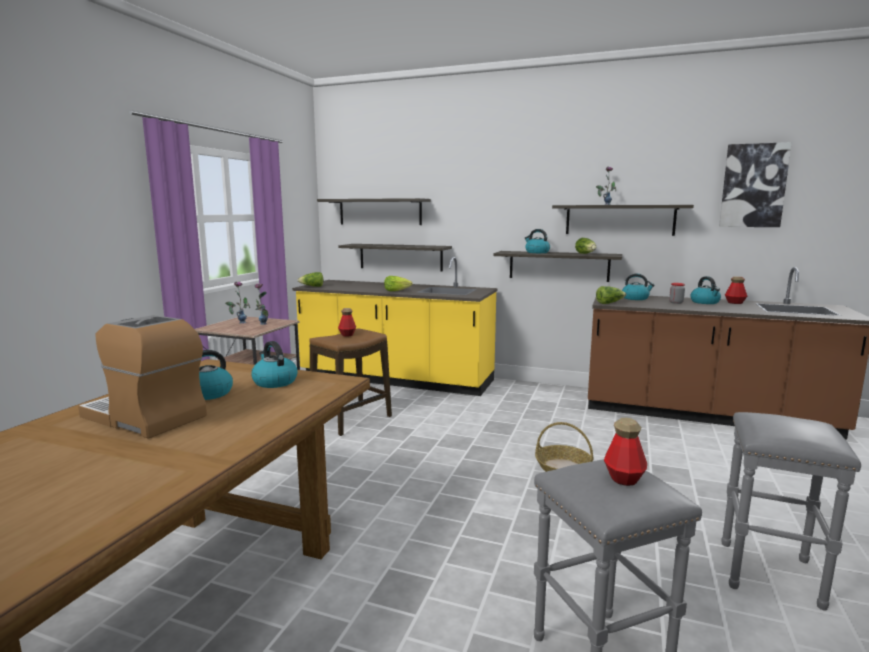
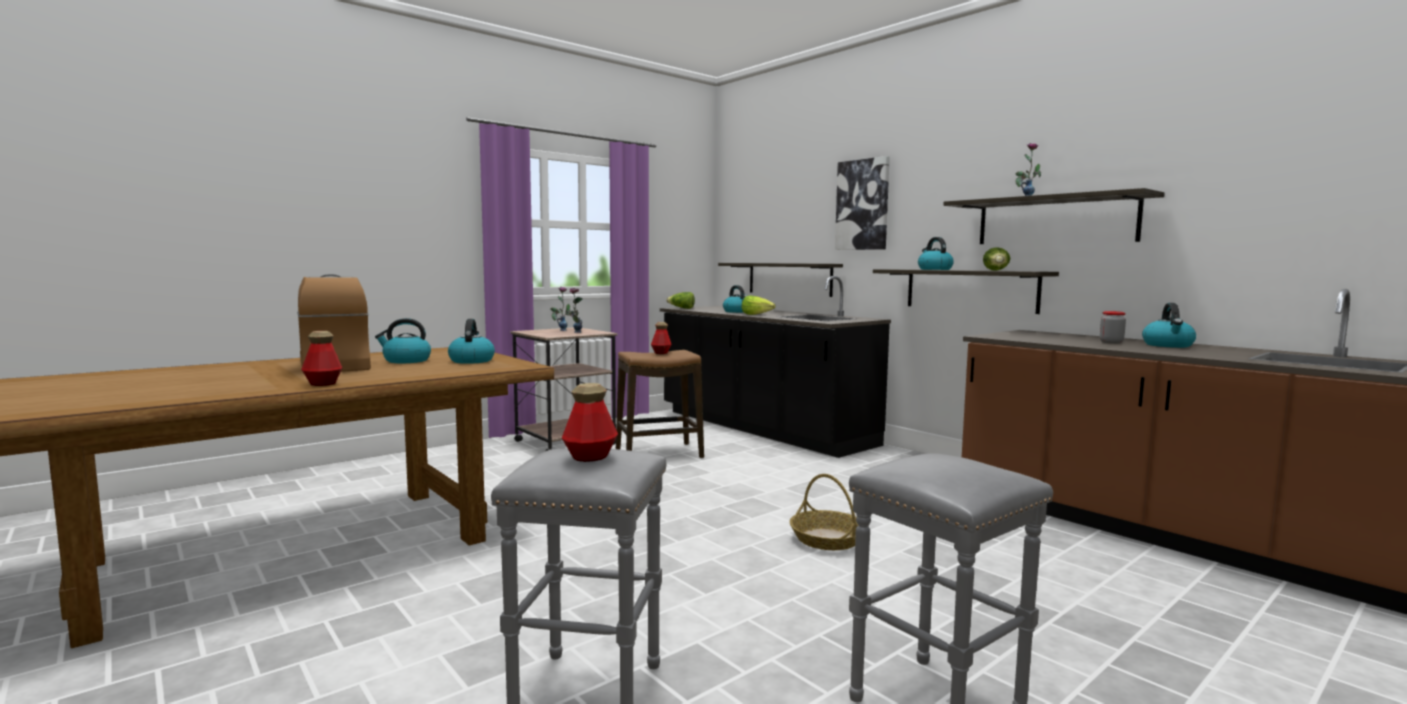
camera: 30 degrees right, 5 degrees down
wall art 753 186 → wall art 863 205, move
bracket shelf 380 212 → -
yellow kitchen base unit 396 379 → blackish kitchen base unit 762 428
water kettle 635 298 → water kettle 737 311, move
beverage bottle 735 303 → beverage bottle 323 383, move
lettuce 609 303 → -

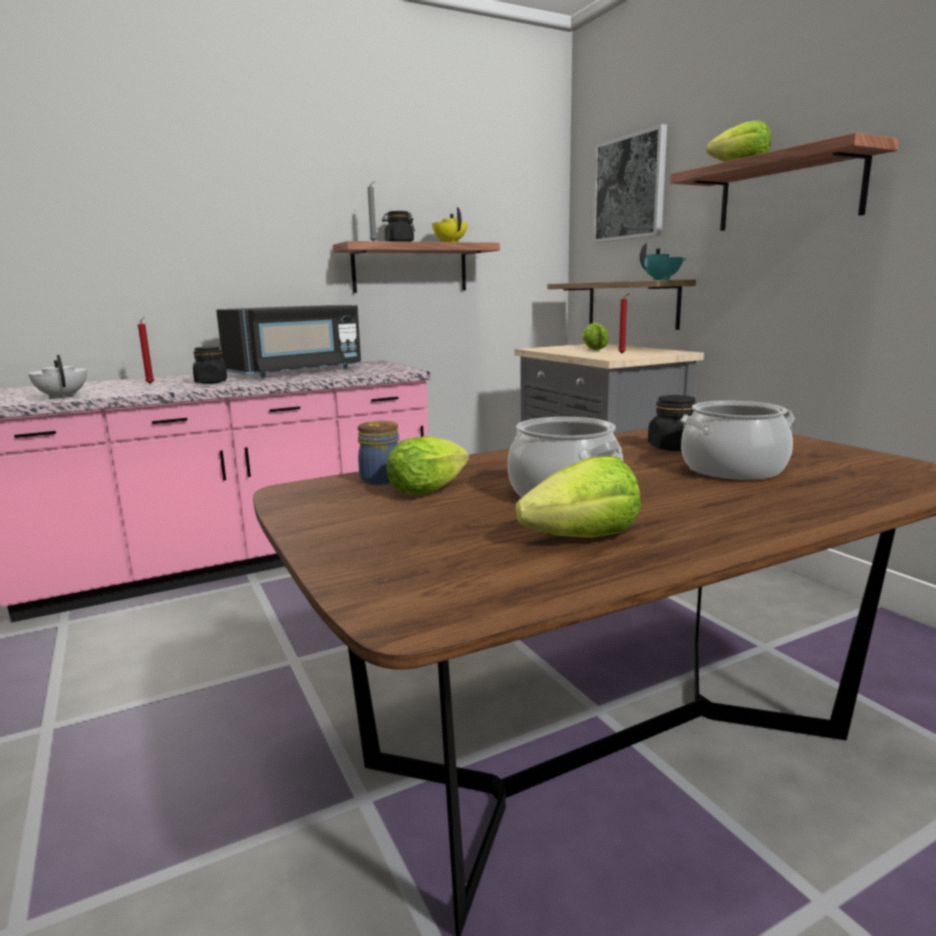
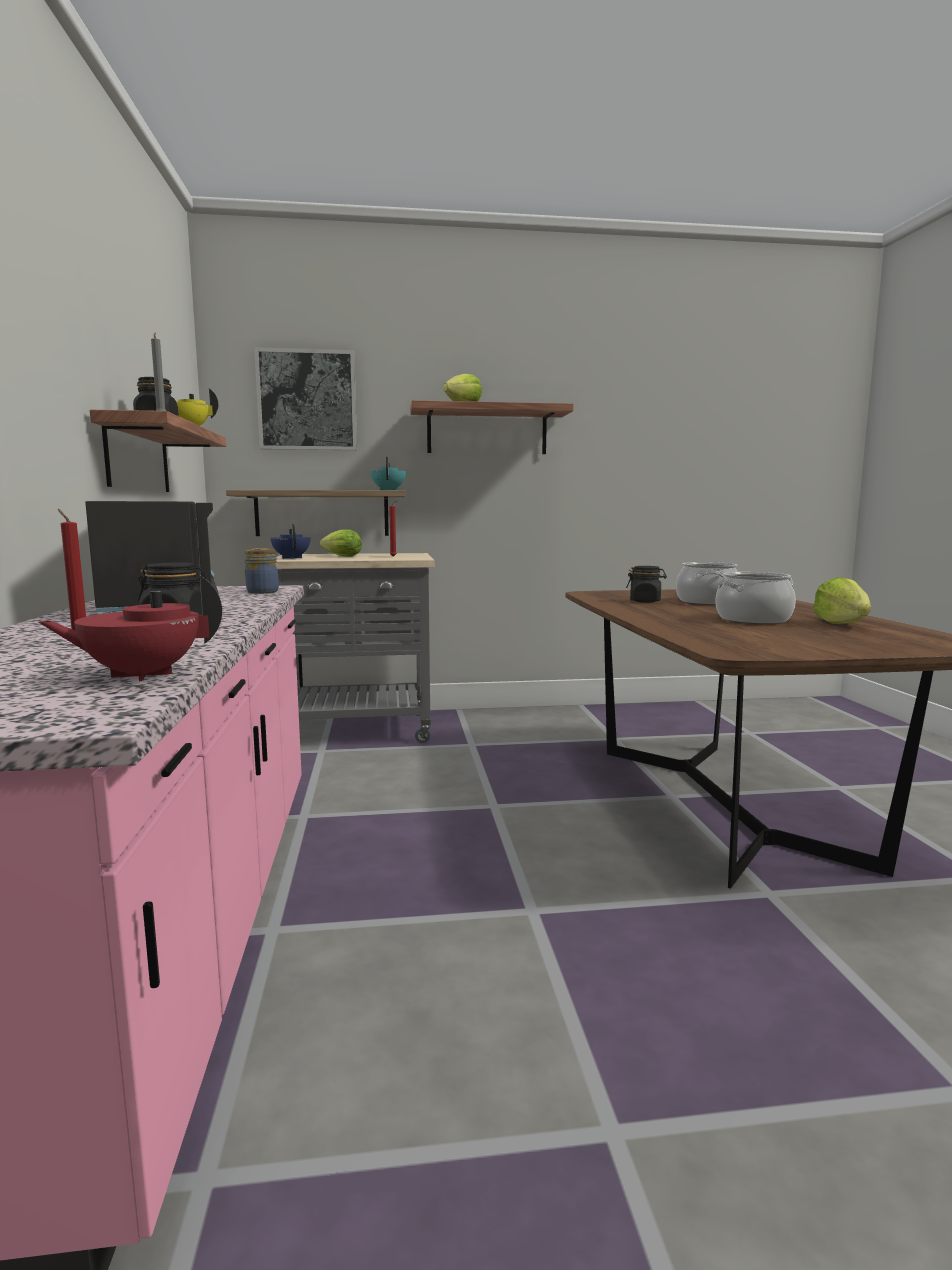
camera: 70 degrees left, 5 degrees down
white pot for tea 63 397 → red pot for tea 141 675
jar 381 479 → jar 261 592, move
lettuce 431 489 → -
- → blue-coloured pot for tea 291 558

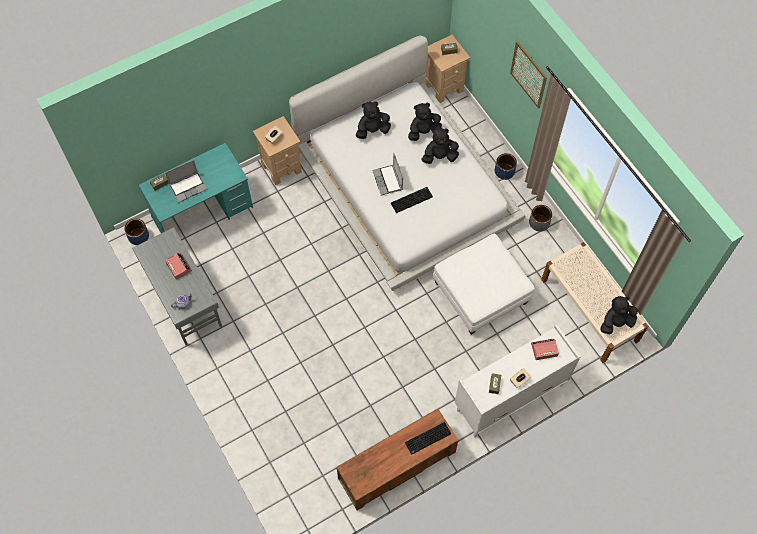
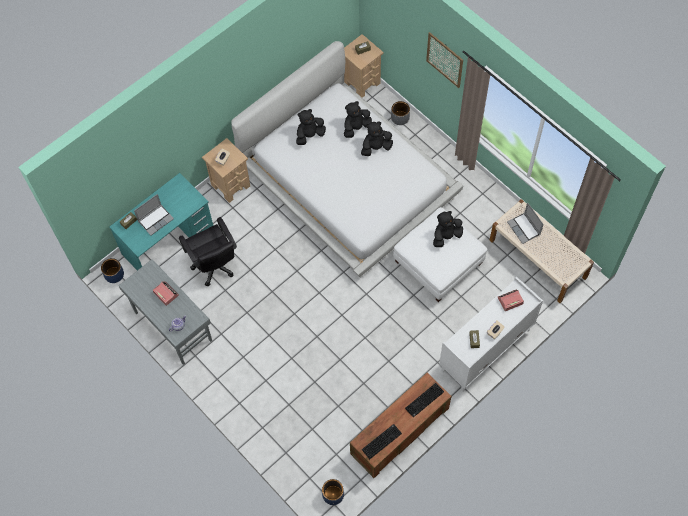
camera: 10 degrees left, 0 degrees up
notebook computer 388 181 → notebook computer 524 228, move
blue-coloured plant pot 504 171 → blue-coloured plant pot 333 494, move
computer keyboard 411 199 → computer keyboard 381 441, move
greyish plant pot 539 222 → greyish plant pot 400 118, move
blackish plush toy 616 322 → blackish plush toy 446 236, move
- → blackish computer chair 215 268

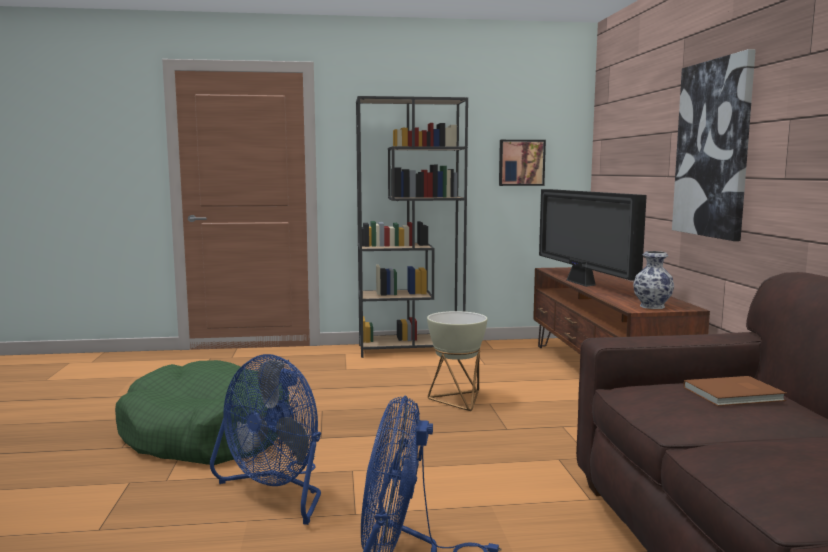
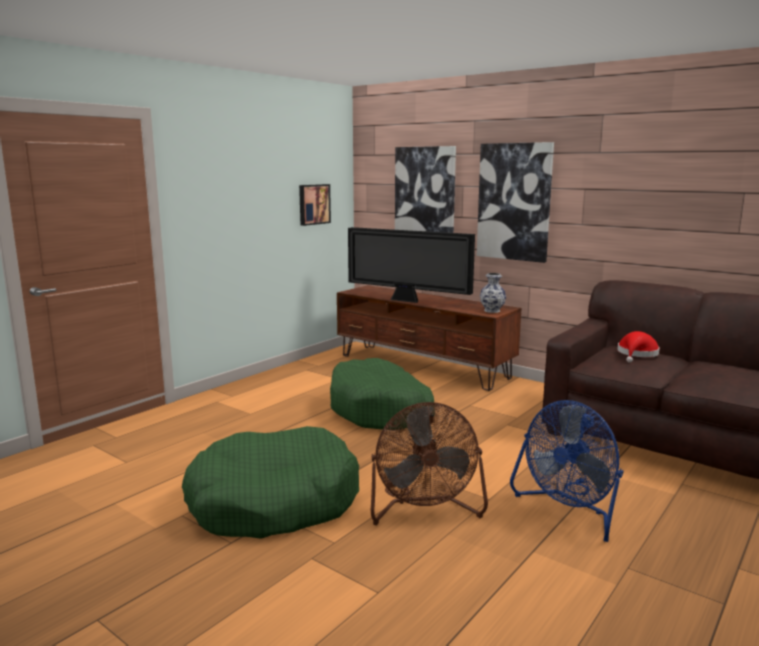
camera: 45 degrees left, 5 degrees up
bookshelf 411 349 → -
plant pot 456 400 → greenish pet bed 380 410
blue-coloured fan 279 490 → brown fan 420 509
brown book 735 394 → red clothing hat 637 354
- → wall art 425 200

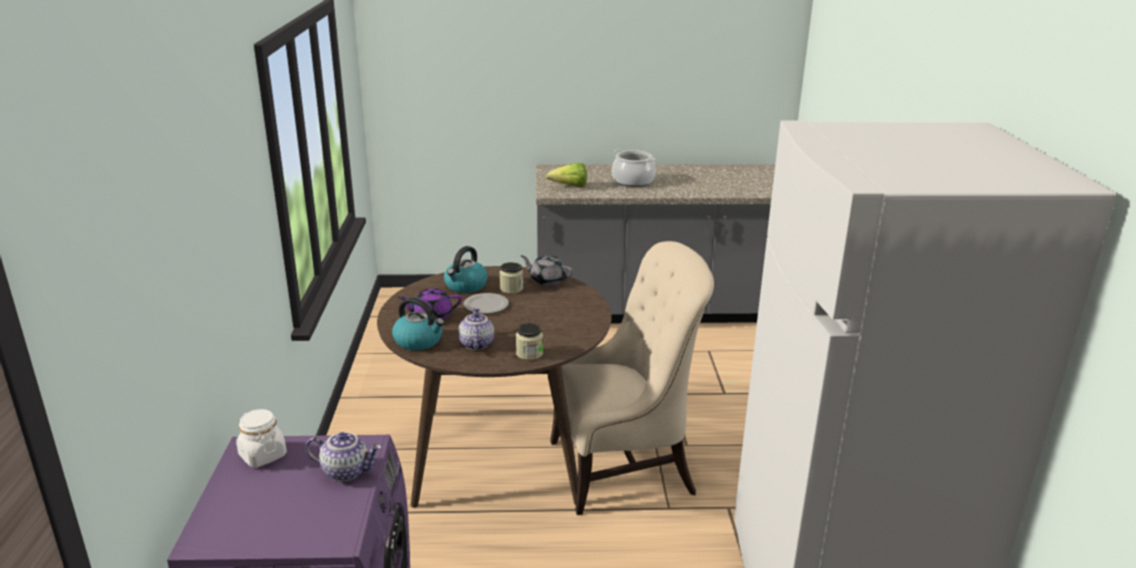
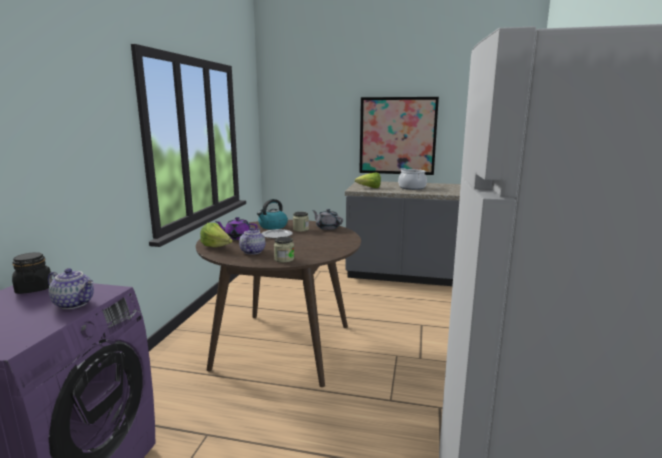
camera: 15 degrees right, 10 degrees down
beige plain chair 623 467 → -
water kettle 419 341 → lettuce 217 247
white jar 262 455 → blackish jar 34 288
- → wall art 397 136

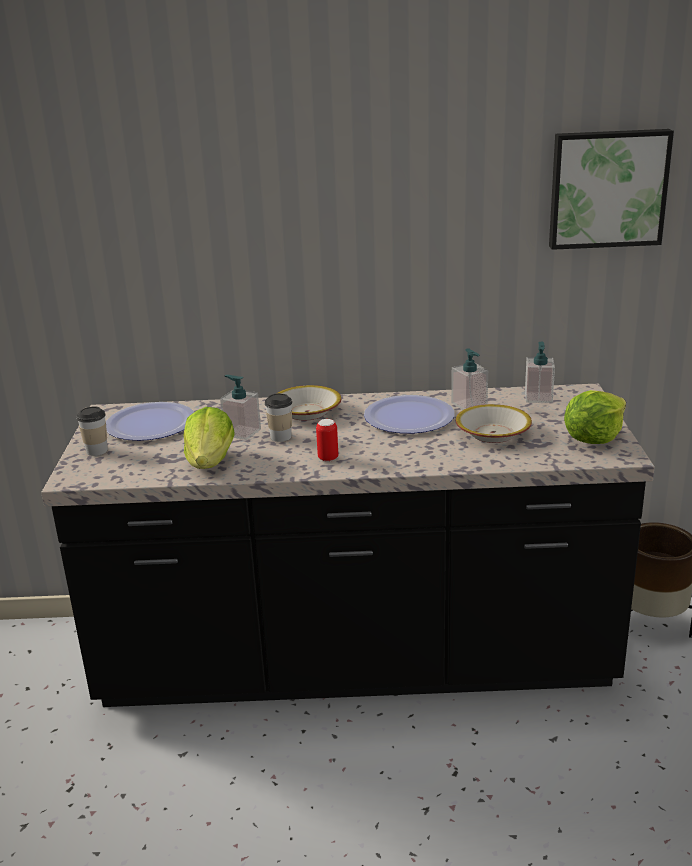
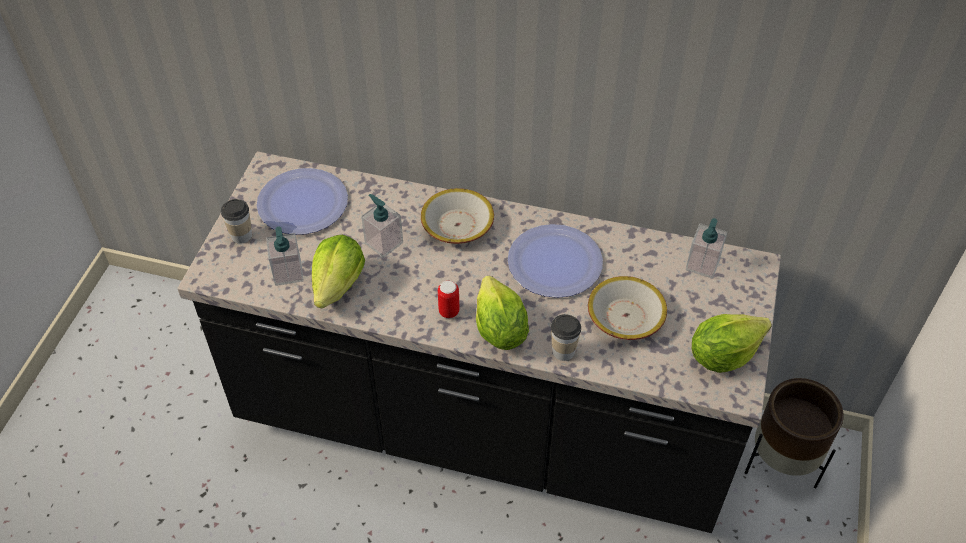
camera: 15 degrees right, 25 degrees up
wall art 607 188 → -
soap dispenser 469 404 → soap dispenser 288 273, move
cup 281 437 → cup 563 351, move
- → lettuce 499 330

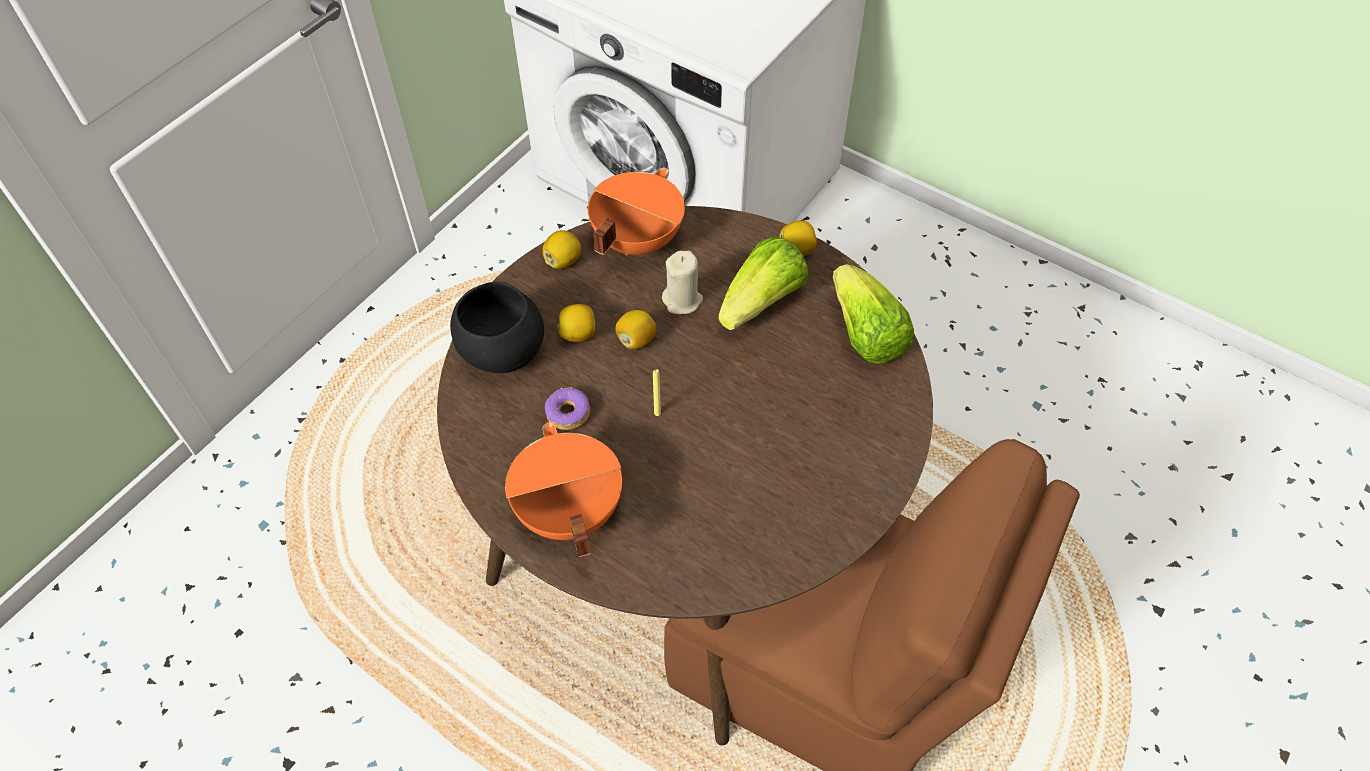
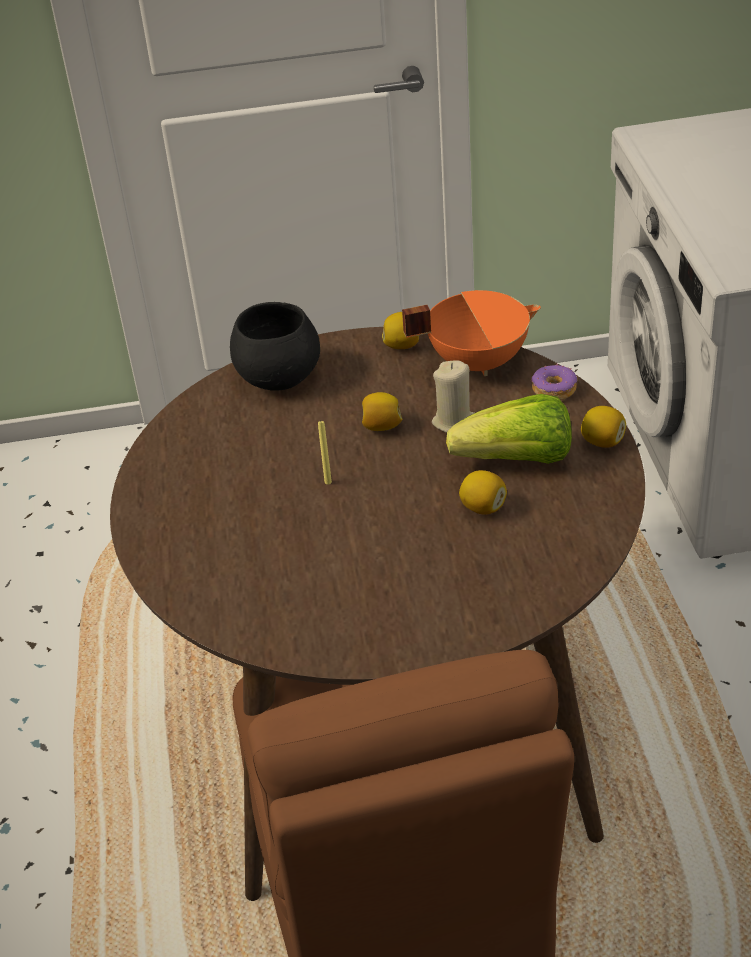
camera: 50 degrees right, 15 degrees down
lettuce 865 334 → -
lemon 578 334 → lemon 483 507, move
ring doughnut 567 413 → ring doughnut 553 389, move
orange-coloured cooking pot 567 511 → -

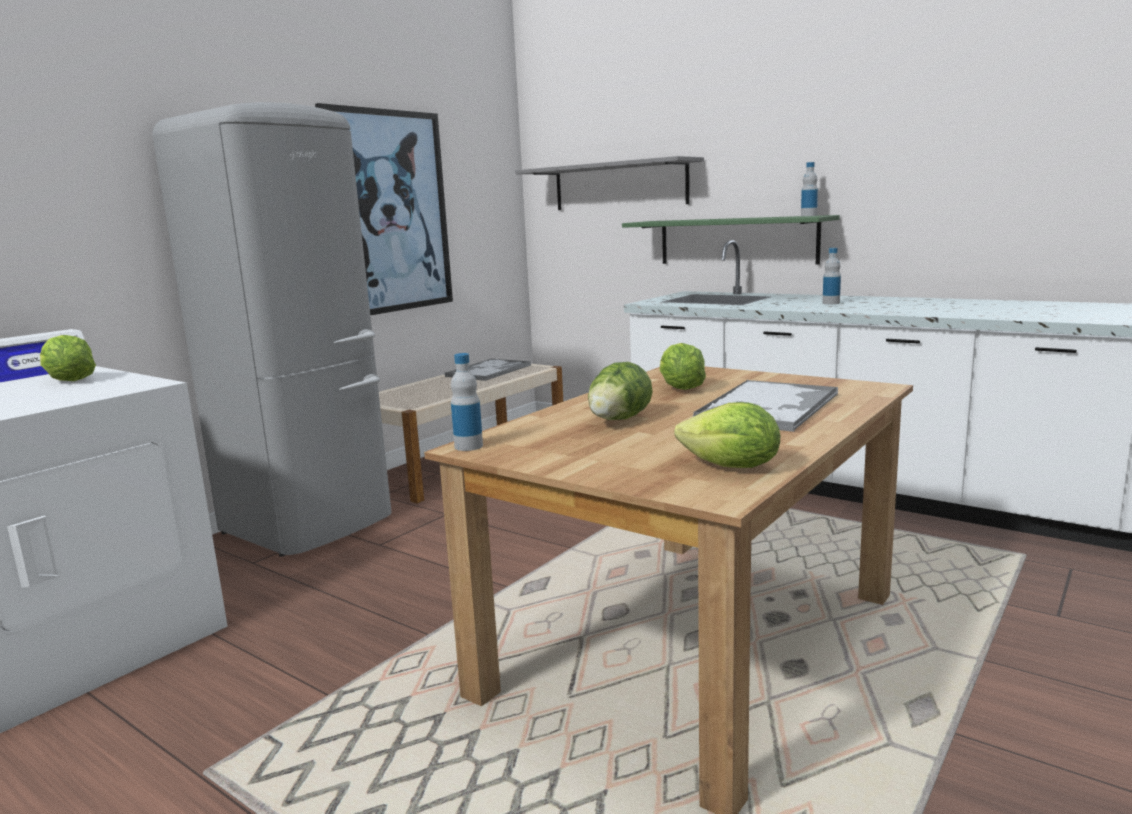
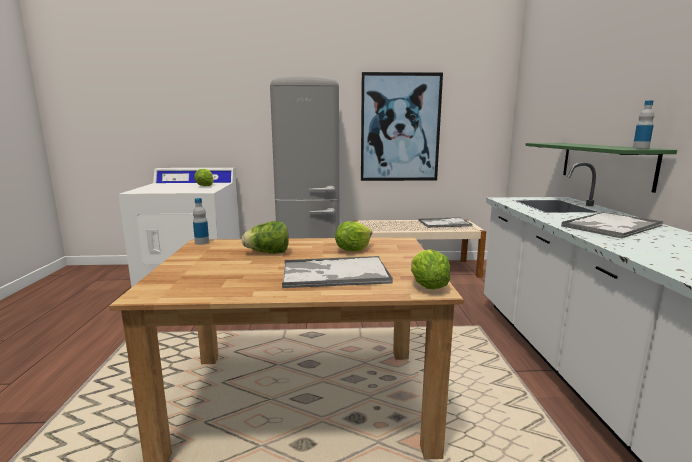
camera: 50 degrees right, 0 degrees up
greyish bracket shelf 619 186 → -
beverage bottle 831 303 → serving tray 611 226
lettuce 731 467 → lettuce 427 286, move

